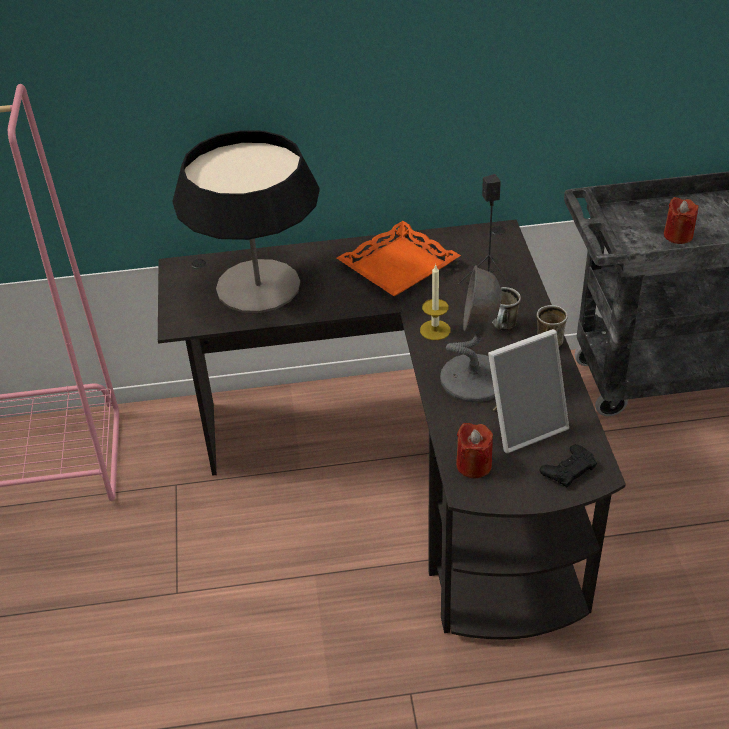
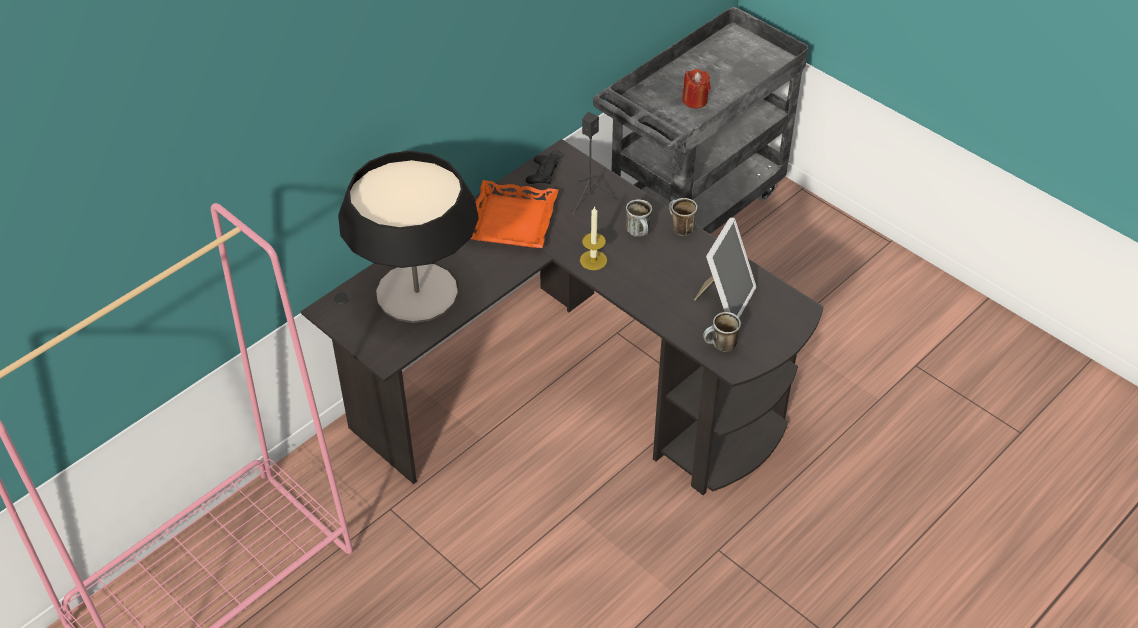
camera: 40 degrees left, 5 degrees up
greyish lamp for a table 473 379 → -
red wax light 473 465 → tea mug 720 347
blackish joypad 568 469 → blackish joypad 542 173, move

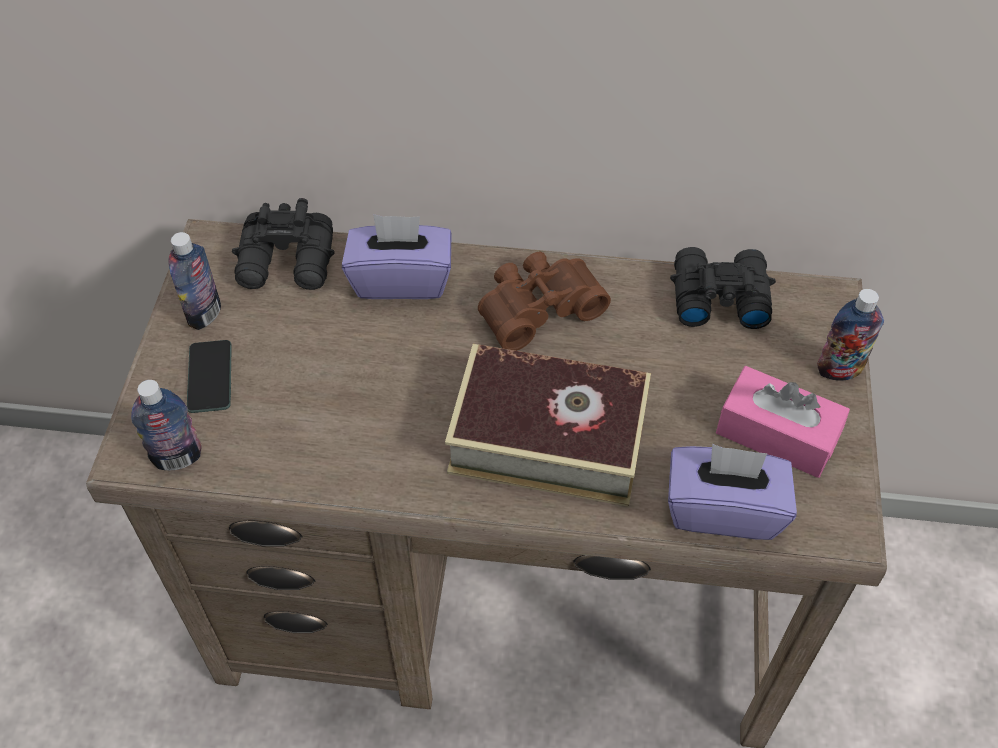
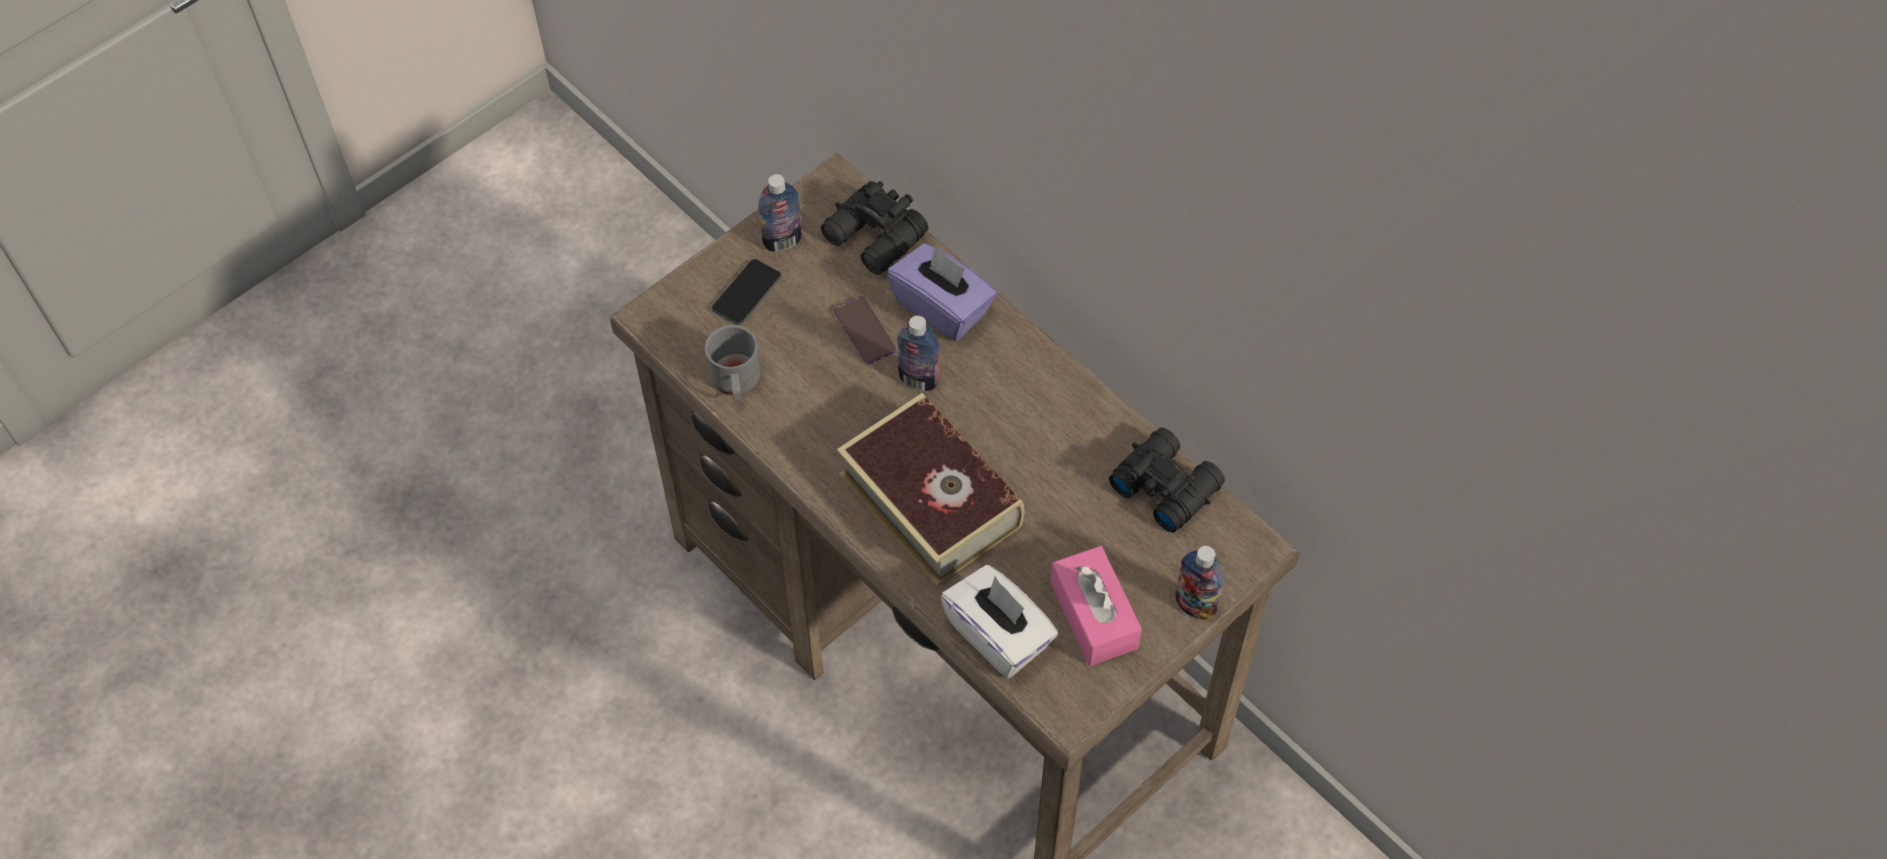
camera: 40 degrees right, 5 degrees up
brown pair of binoculars 537 307 → -
beverage bottle 178 458 → beverage bottle 918 380, move
purple-coloured tissue holder 723 509 → white tissue holder 999 635
- → telephone 864 331
- → greyish tea mug 736 382

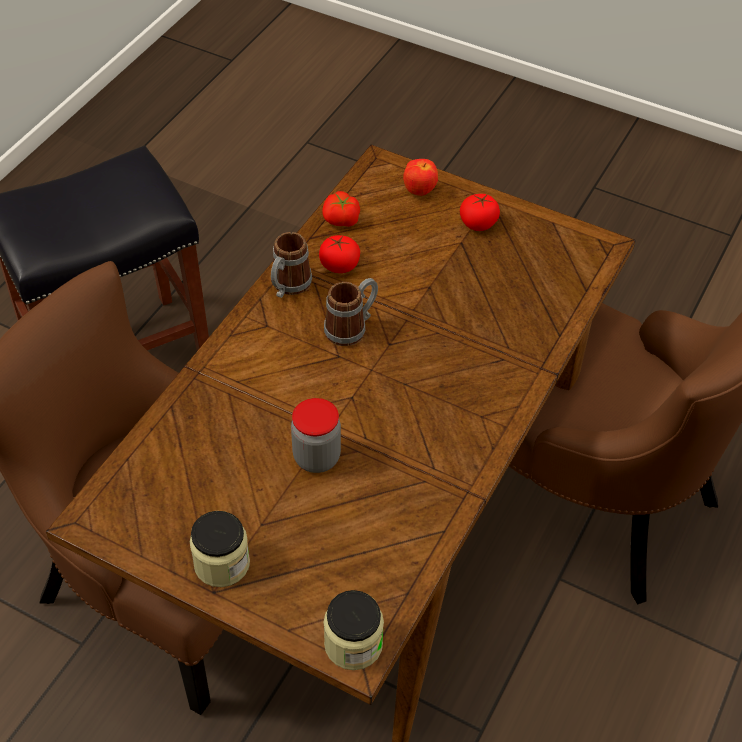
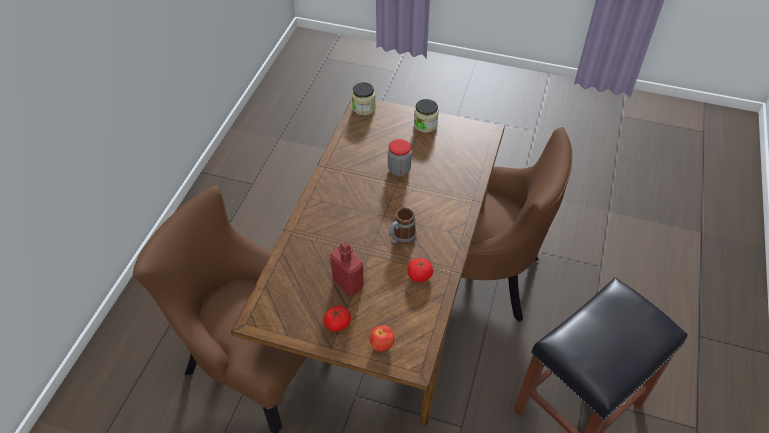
camera: 170 degrees right, 0 degrees up
whole tomato 341 220 → -
tea mug 288 287 → -
- → red beverage bottle 348 283

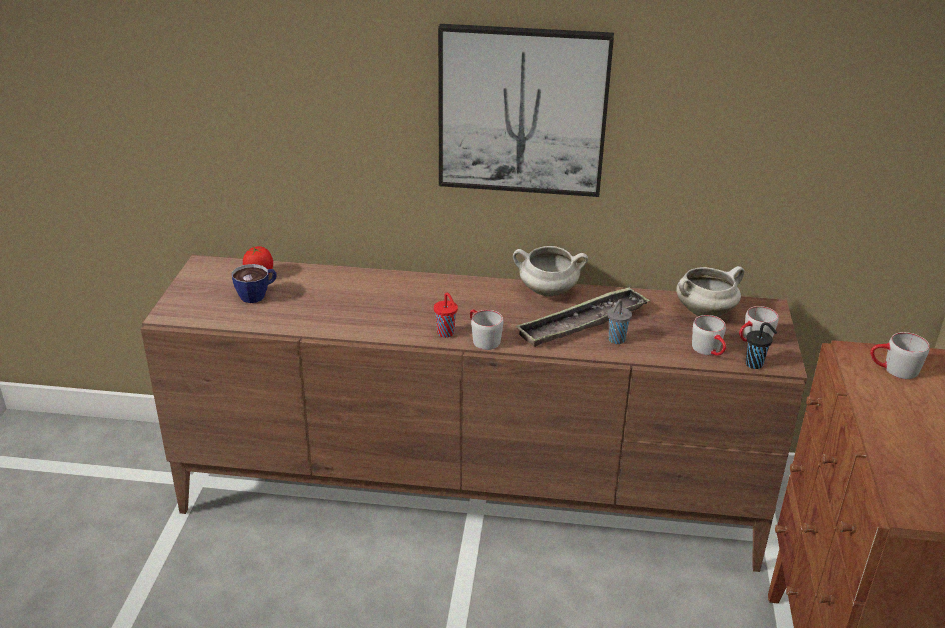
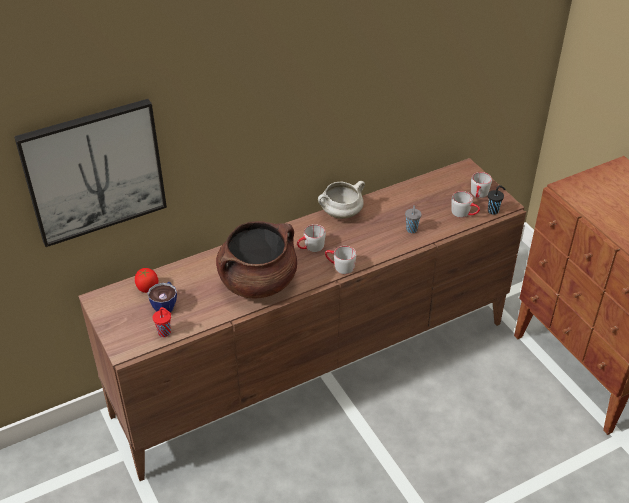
camera: 35 degrees left, 10 degrees up
wall art 522 110 → wall art 94 171, move
white cooking pot 705 312 → -
serving tray 582 323 → -
red cup 446 334 → red cup 165 333, move
greyish tea mug 893 370 → greyish tea mug 310 247, move
- → brown cooking pot 258 282

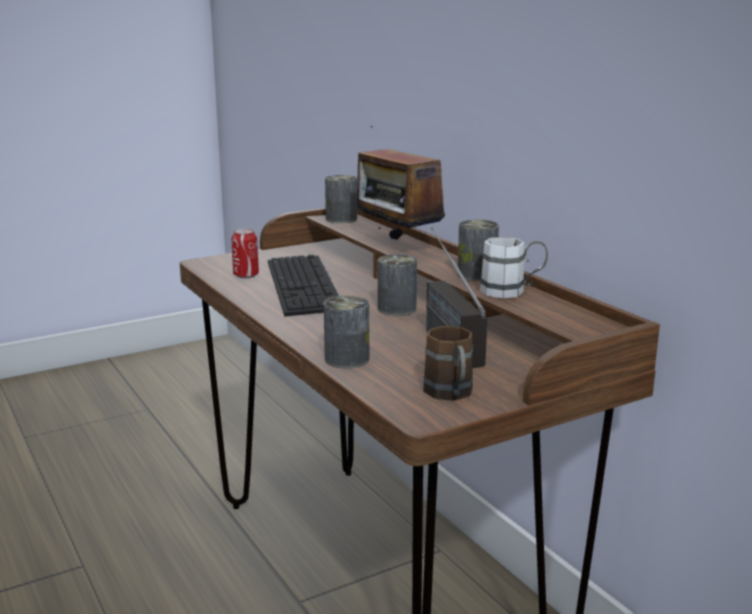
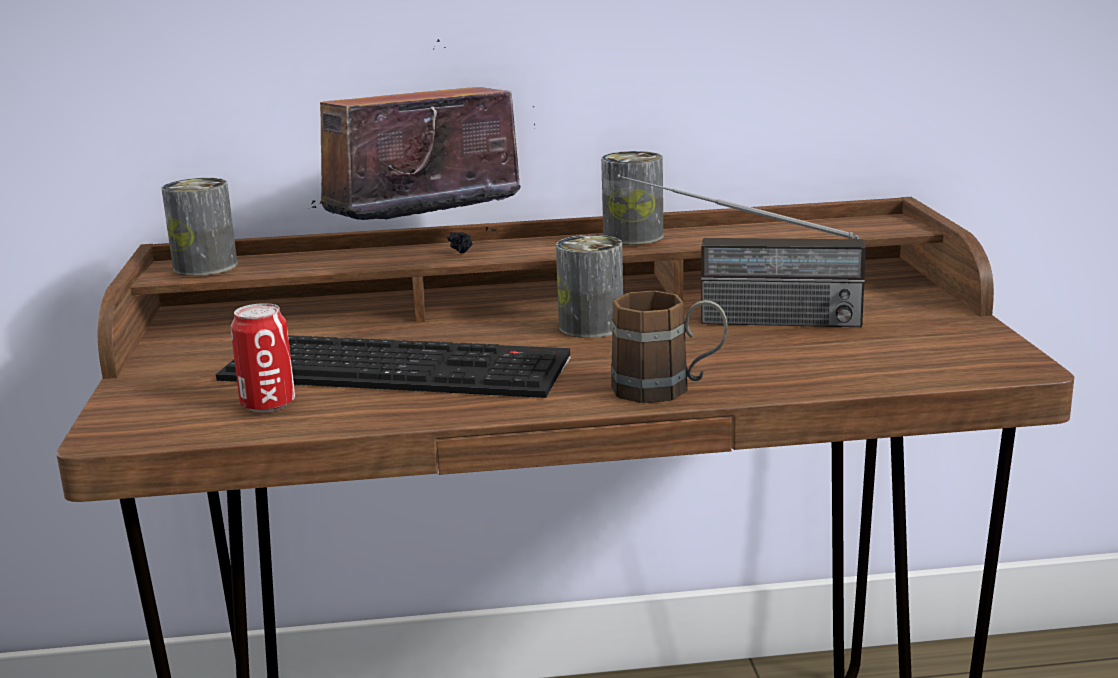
camera: 65 degrees left, 0 degrees up
radio receiver 396 245 → radio receiver 423 255, 150 degrees clockwise
white tea mug 512 291 → -
can 347 359 → -
brown tea mug 451 395 → brown tea mug 668 390, move

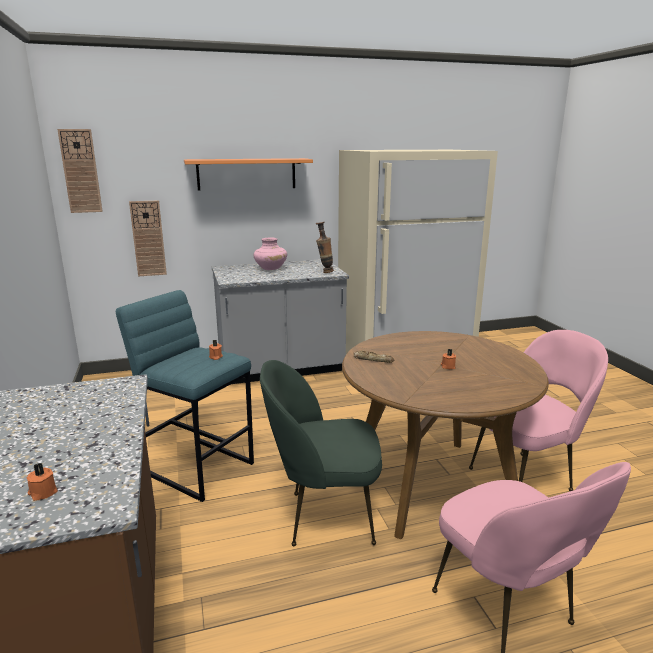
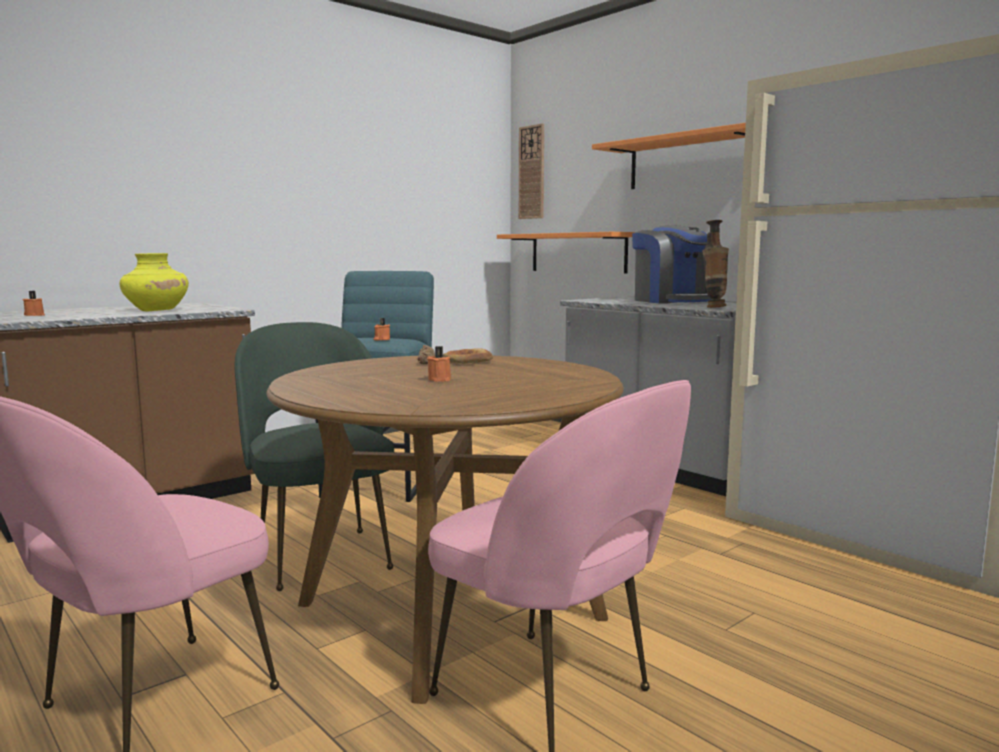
camera: 65 degrees right, 10 degrees down
clock on the wall 148 238 → orange-coloured bracket shelf 578 252
pink flower vase 270 269 → coffee brewer 672 301
- → yellow flower vase 156 311
- → bread 467 361

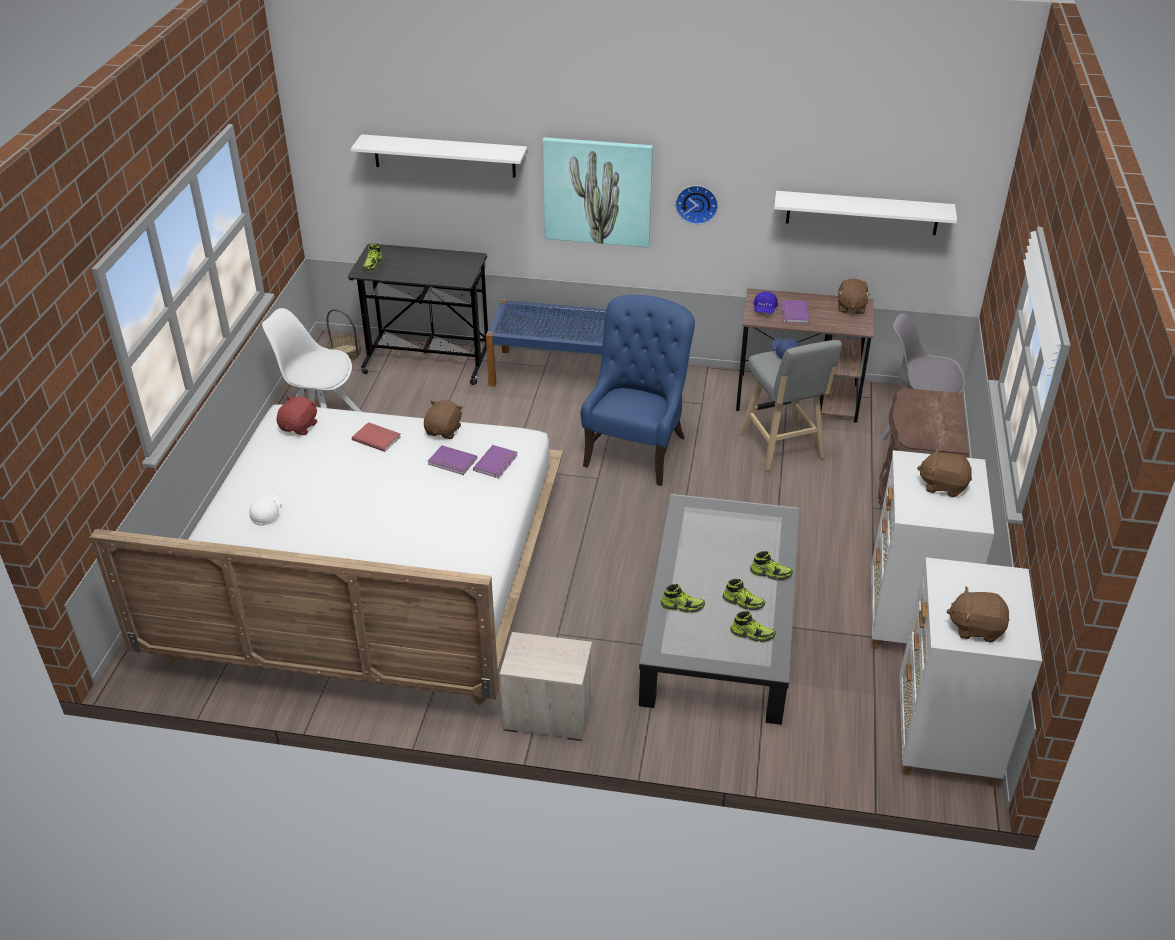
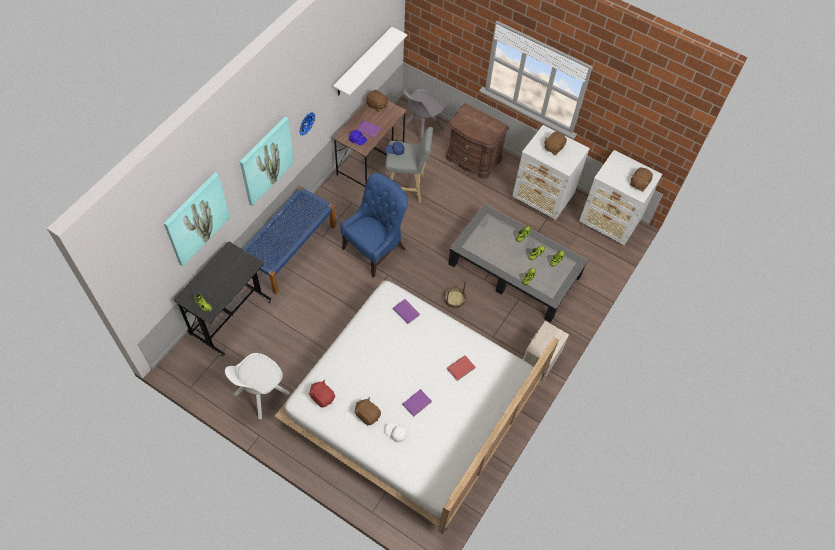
camera: 70 degrees left, 20 degrees up
white bracket shelf 444 156 → wall art 196 218
blue-coloured plain chair 636 451 → blue-coloured plain chair 375 249, 90 degrees clockwise
storage basket 345 353 → storage basket 454 299, move
brown plush toy 444 431 → brown plush toy 367 415, move
red book 377 437 → red book 460 368, move
purple-coloured book 452 462 → purple-coloured book 417 403, move

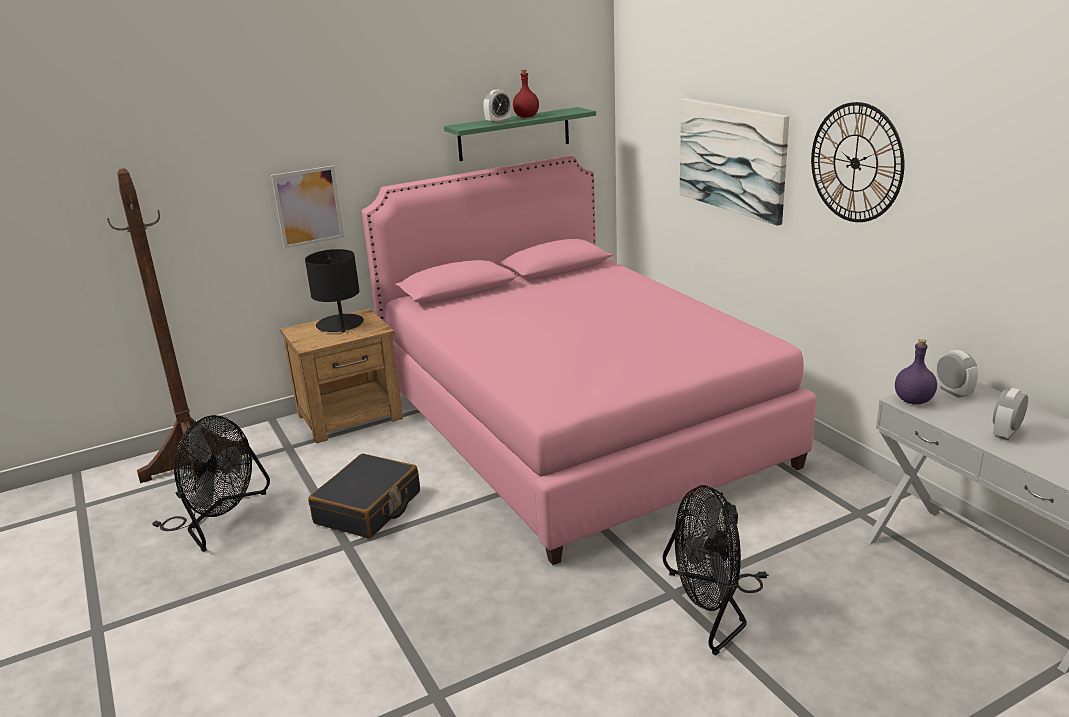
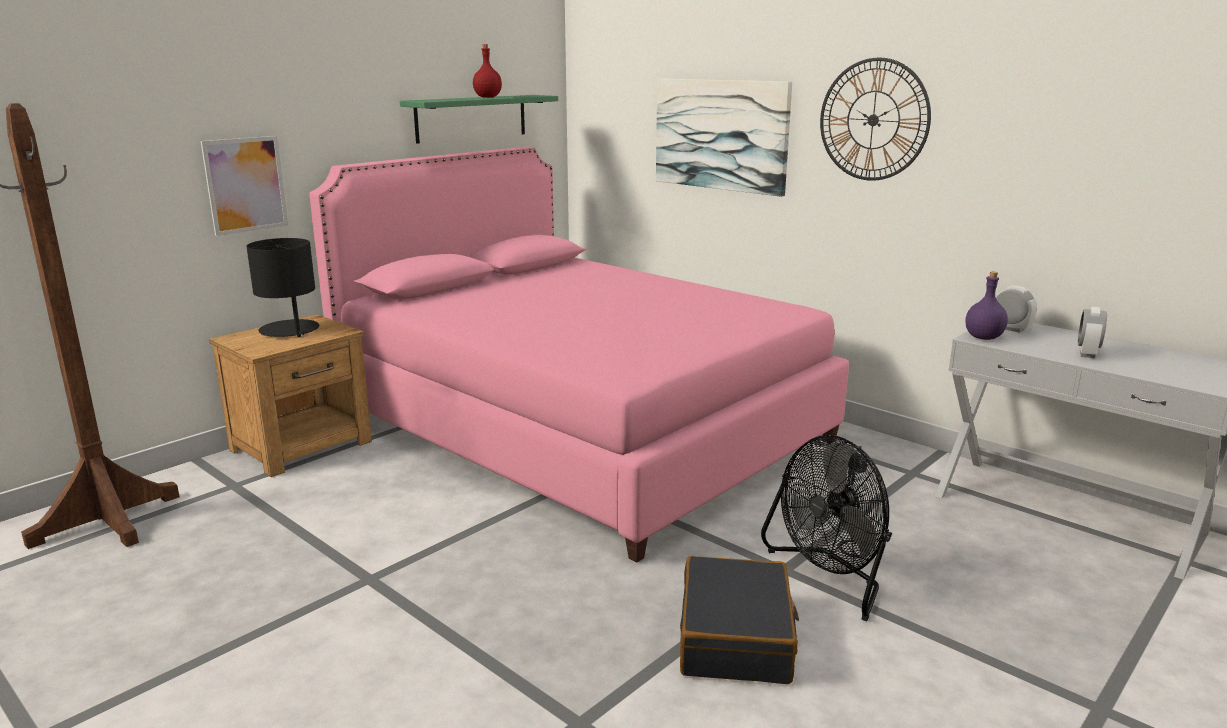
camera: 20 degrees left, 5 degrees down
alarm clock 498 122 → -
blackish fan 216 520 → -
blackish suitcase 368 508 → blackish suitcase 736 637, move

